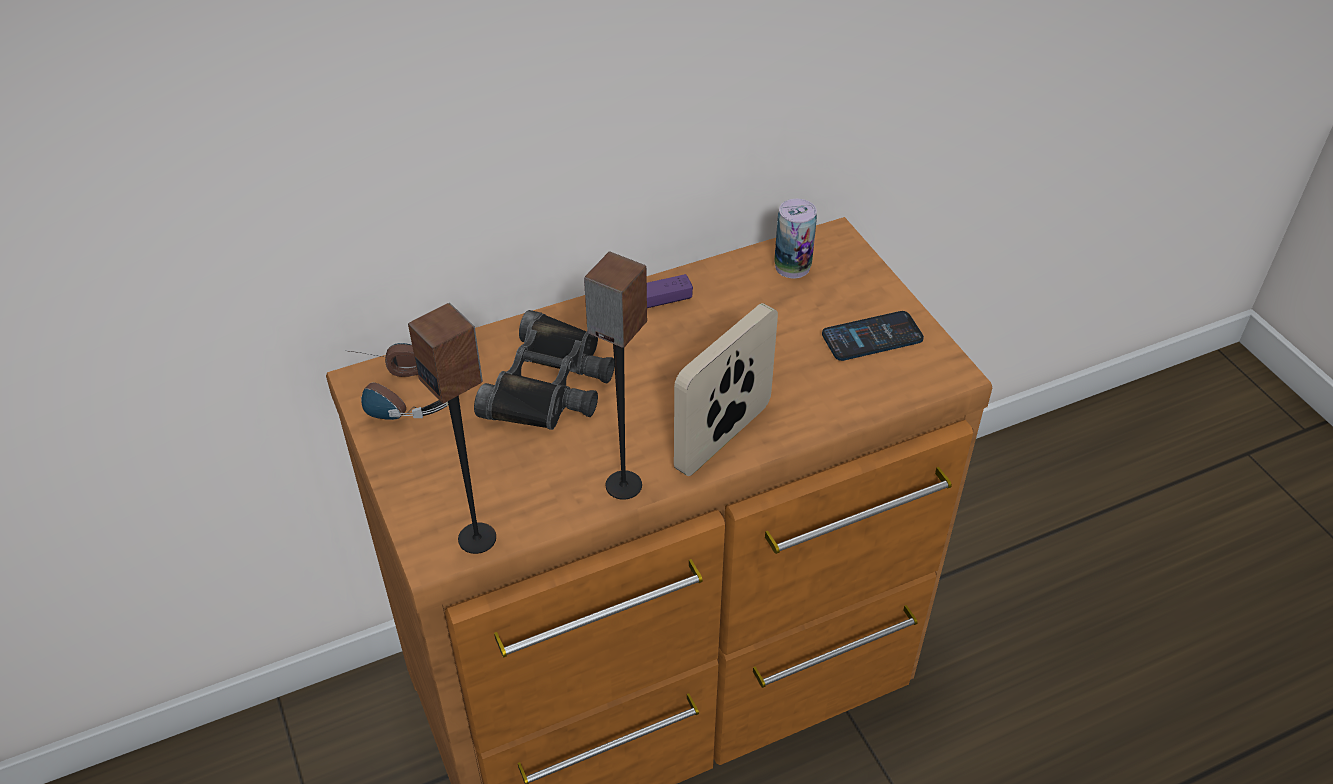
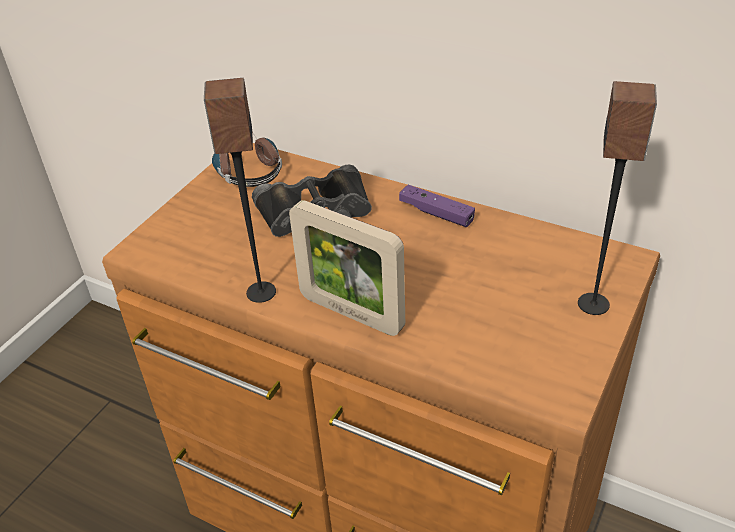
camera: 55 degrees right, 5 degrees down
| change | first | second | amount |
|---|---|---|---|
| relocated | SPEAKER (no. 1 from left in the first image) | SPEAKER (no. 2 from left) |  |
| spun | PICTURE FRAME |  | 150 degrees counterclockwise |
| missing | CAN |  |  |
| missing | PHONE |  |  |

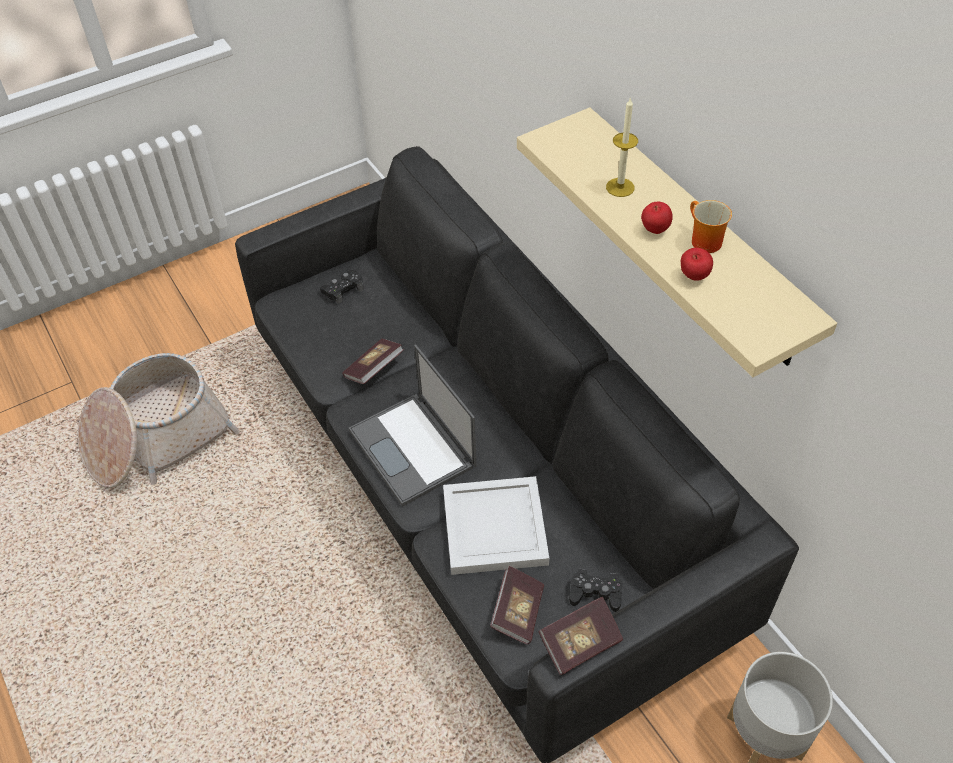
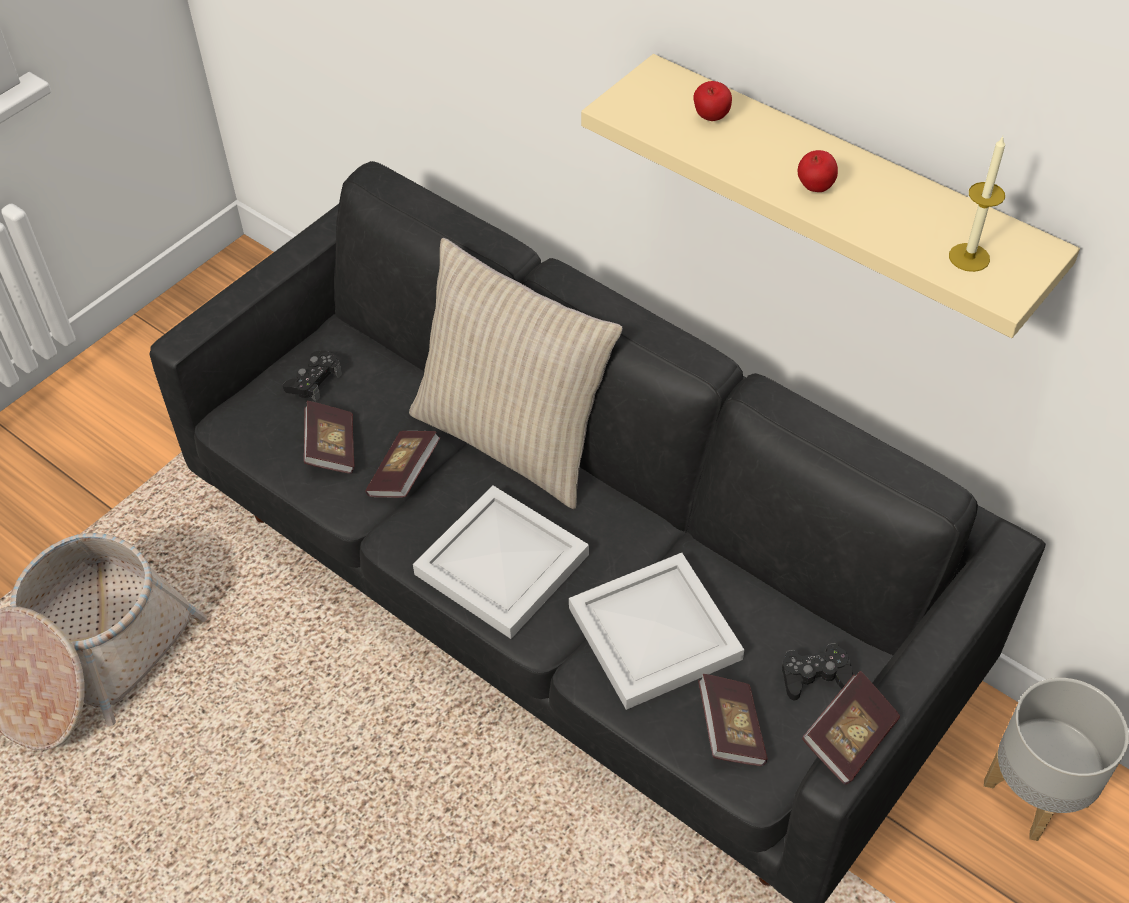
camera: 20 degrees left, 0 degrees up
| change | first | second | amount |
|---|---|---|---|
| exchanged | LAPTOP | WHITE TRAY (no. 1 from left) |  |
| relocated | CANDLE |  |  |
| relocated | APPLE (no. 2 from left in the first image) | APPLE (no. 1 from left) |  |
| missing | MUG |  |  |
| appeared |  | BOOK (no. 1 from left) |  |
| appeared |  | BEIGE PILLOW |  |

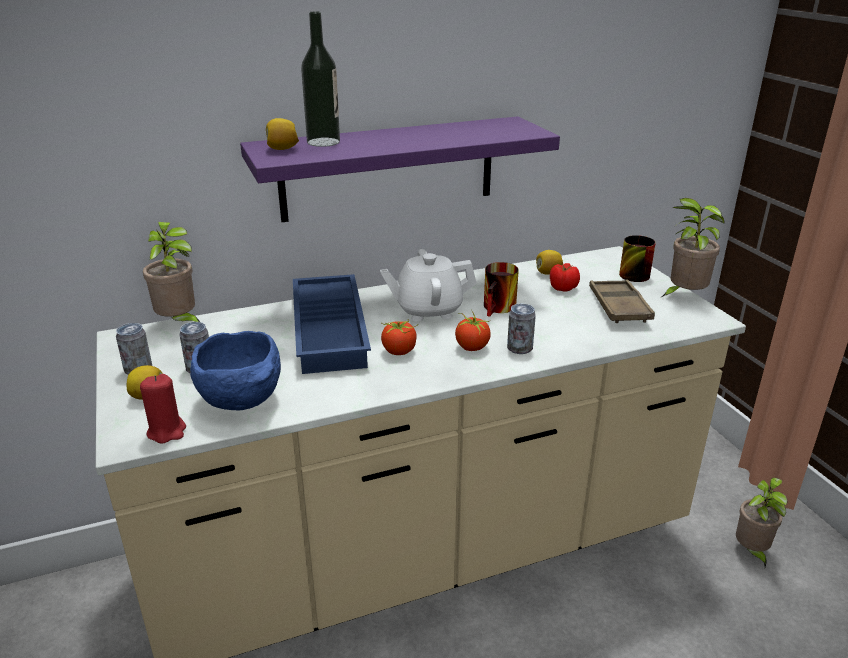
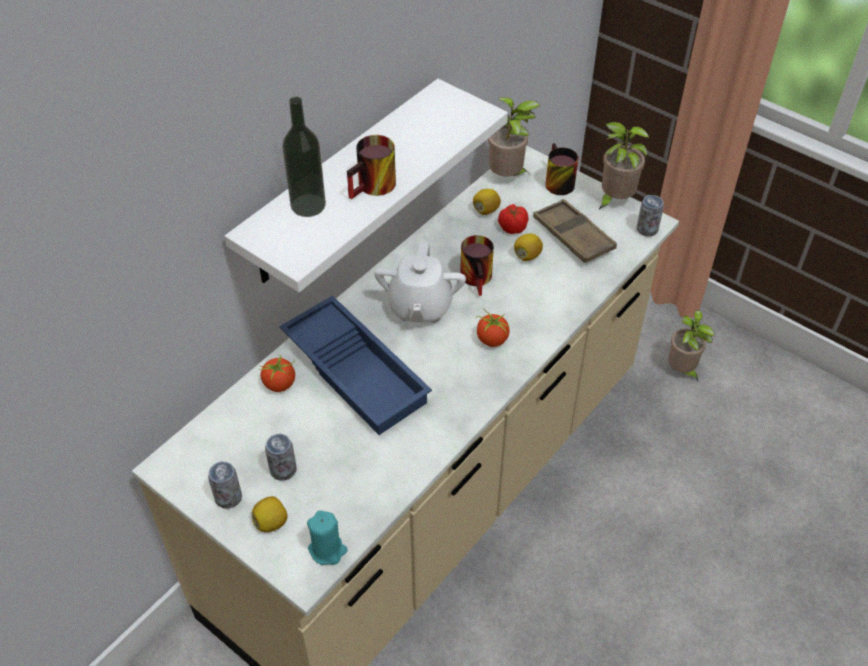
camera: 30 degrees left, 20 degrees up
| change | first | second | amount |
|---|---|---|---|
| colour | RED CANDLE | TURQUOISE CANDLE |  |
| relocated | POTTED PLANT (no. 1 from left) |  |  |
| missing | BLUE BOWL |  |  |
| colour | PURPLE SHELF | WHITE SHELF |  |
| relocated | LEMON (no. 2 from left in the first image) | LEMON (no. 3 from left) |  |
| spun | WHITE TEAPOT |  | 45 degrees counterclockwise |
| relocated | TOMATO (no. 1 from left) |  |  |
| relocated | CAN (no. 3 from left) |  |  |
| appeared |  | MUG (no. 1 from left) |  |

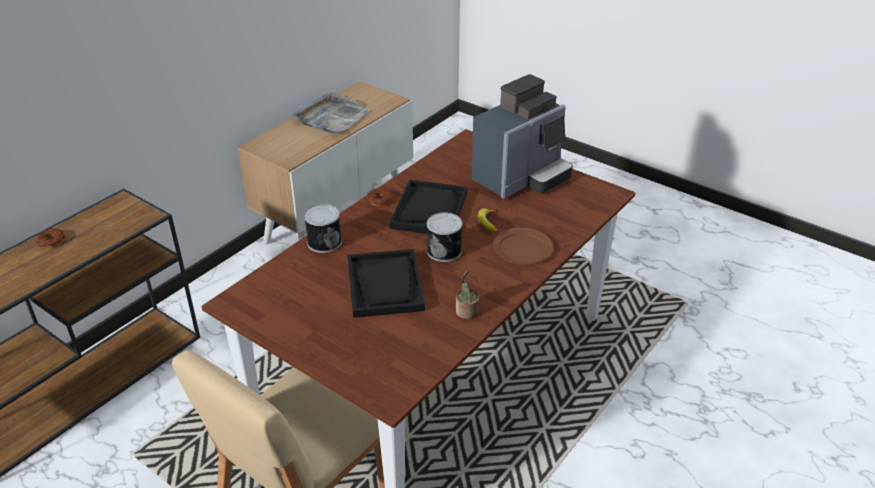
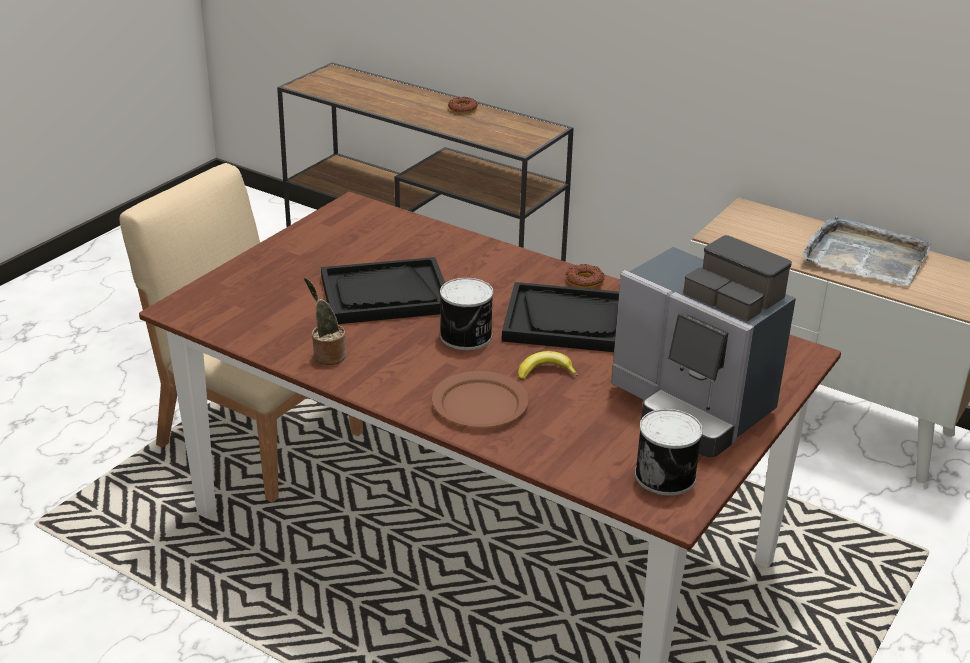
camera: 85 degrees right, 5 degrees down
| change | first | second | amount |
|---|---|---|---|
| relocated | CAN (no. 1 from left in the first image) | CAN (no. 2 from left) |  |

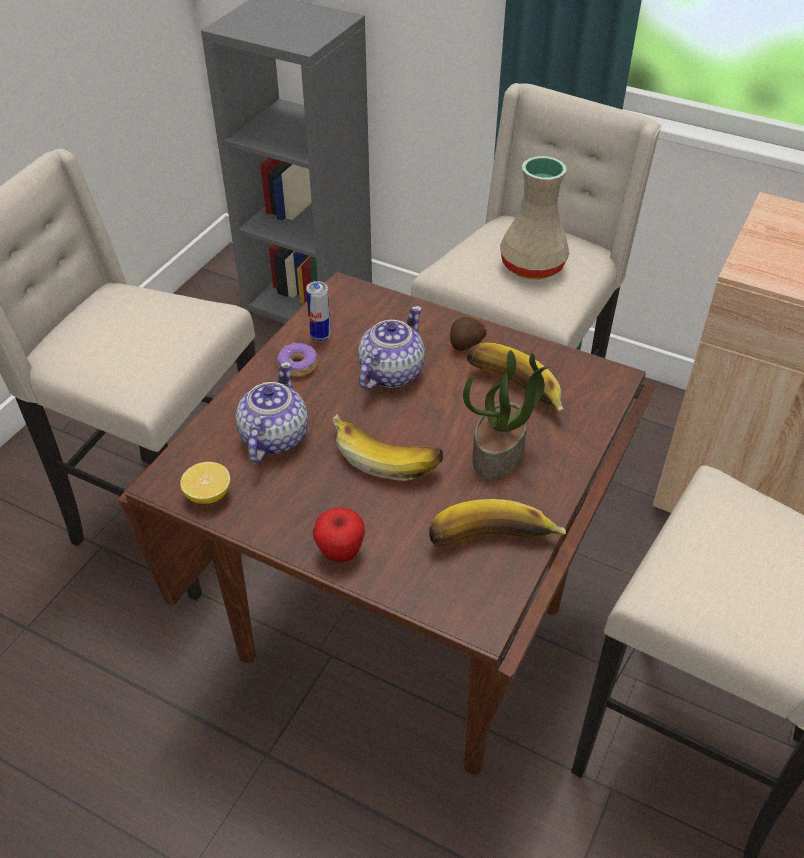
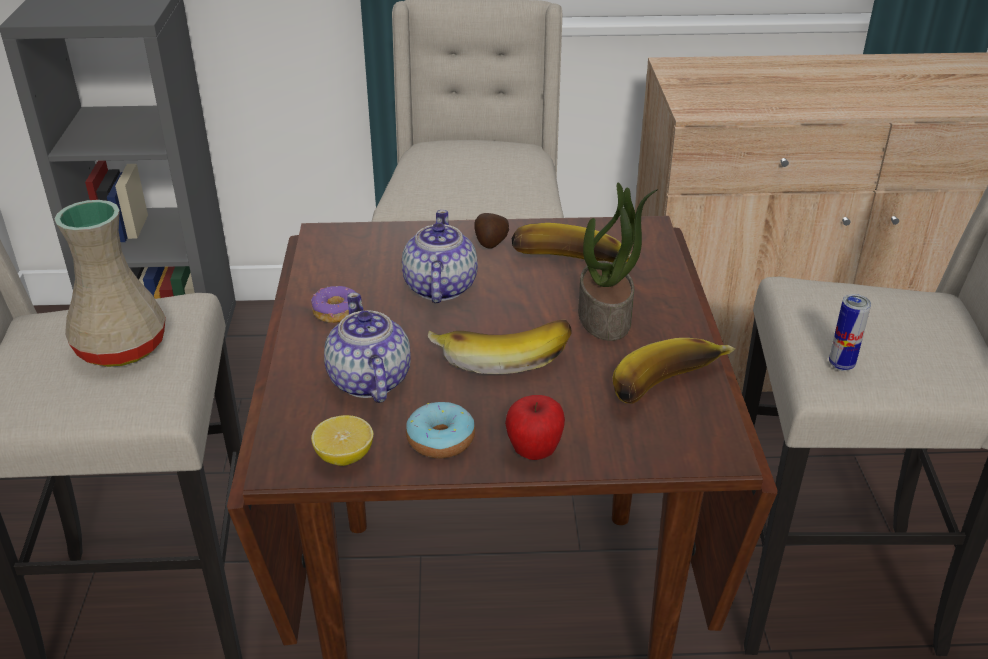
camera: 30 degrees left, 10 degrees down
| change | first | second | amount |
|---|---|---|---|
| relocated | CAN |  |  |
| relocated | BEIGE VASE |  |  |
| appeared |  | DONUT (no. 2 from left) |  |

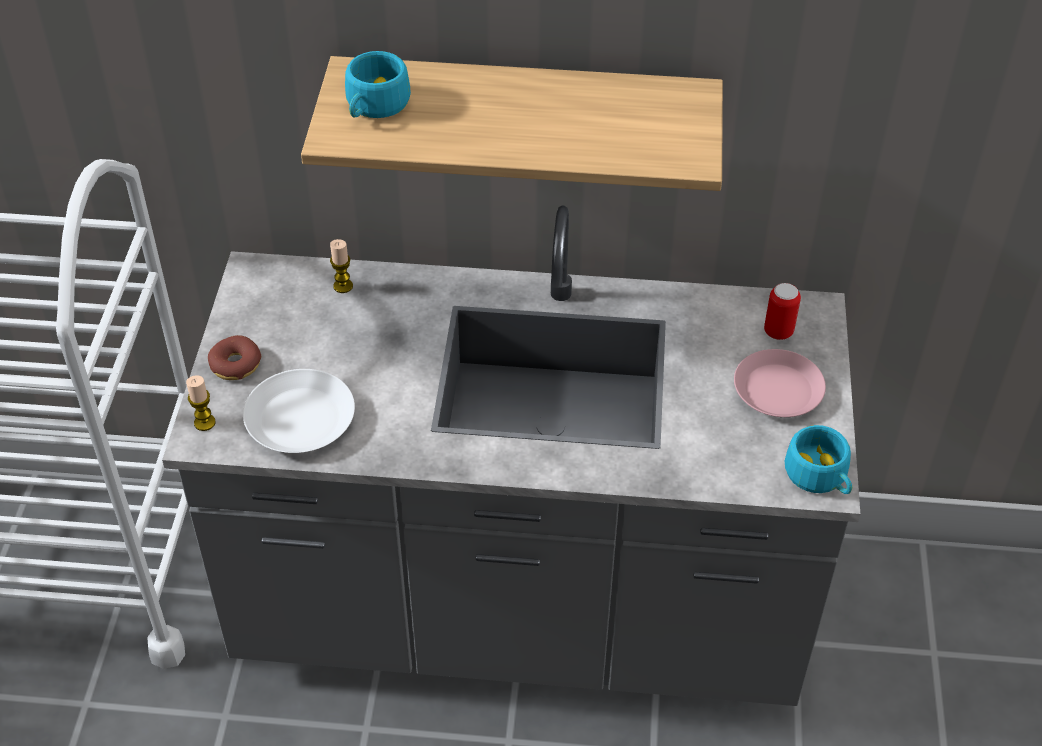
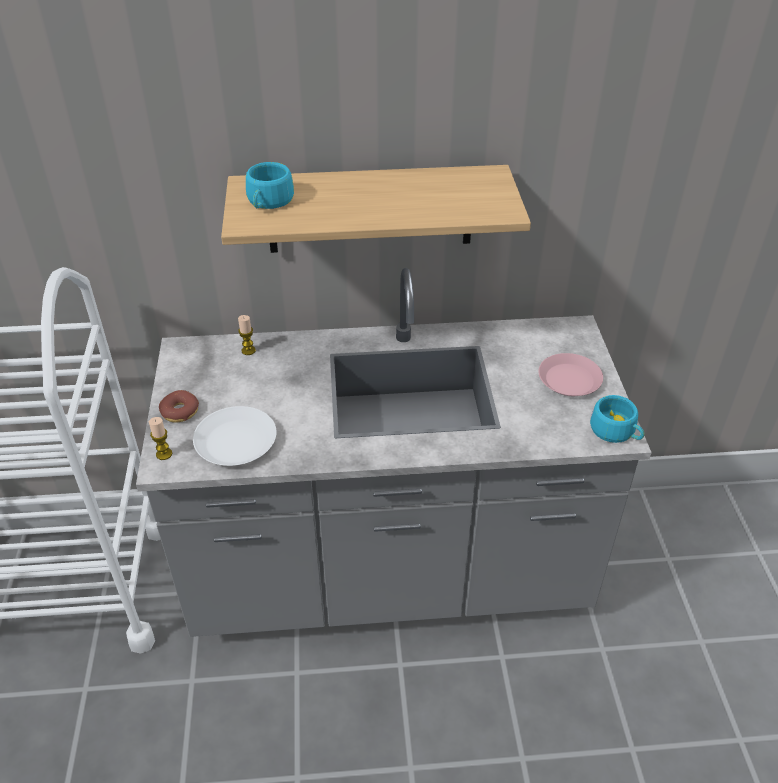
camera: 10 degrees left, 5 degrees down
| change | first | second | amount |
|---|---|---|---|
| missing | CAN |  |  |

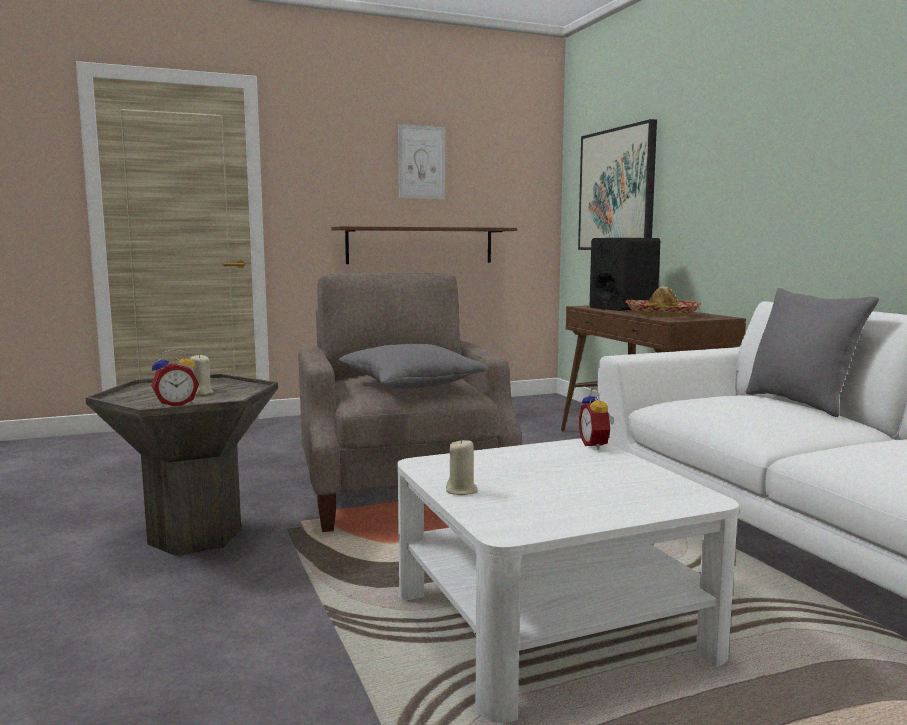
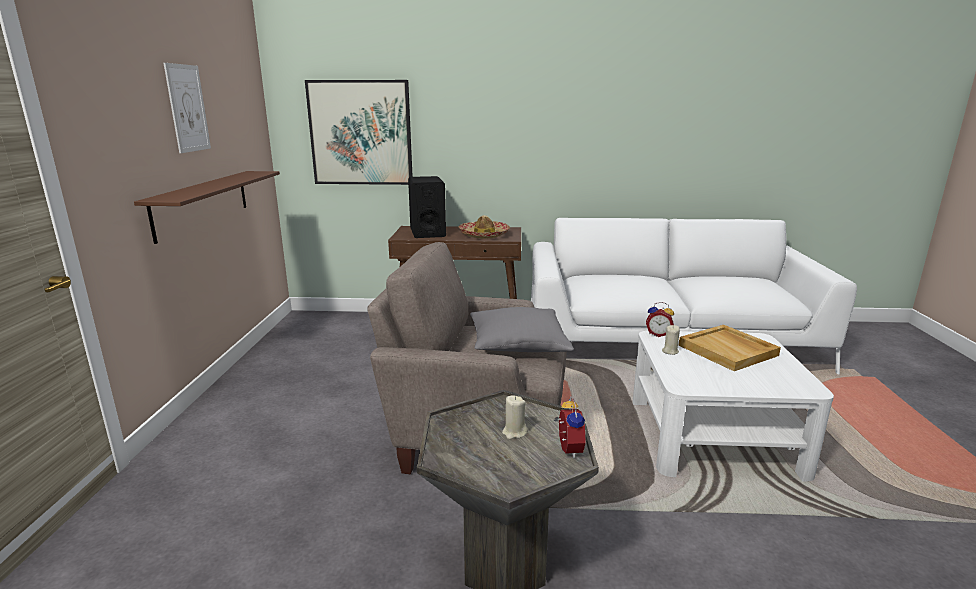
camera: 65 degrees left, 10 degrees up
| change | first | second | amount |
|---|---|---|---|
| relocated | BEIGE CANDLE (no. 2 from left) |  |  |
| missing | GREY PILLOW (no. 2 from left) |  |  |
| appeared |  | BEIGE TRAY |  |

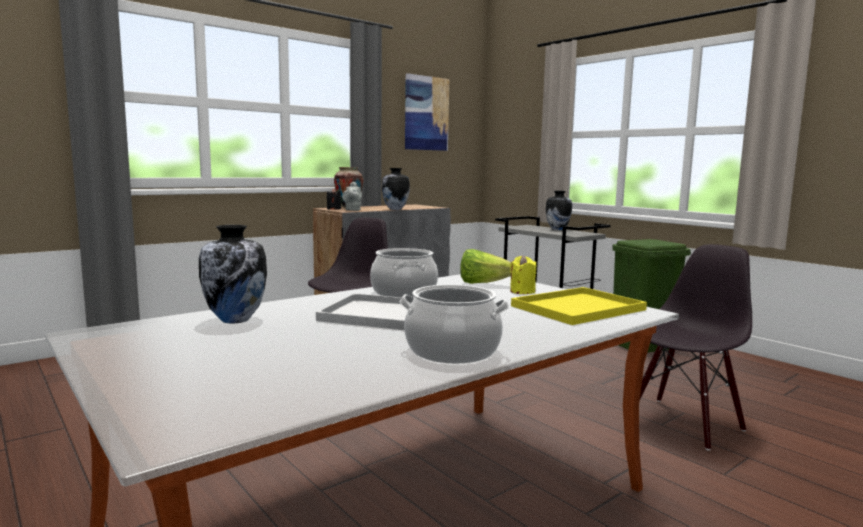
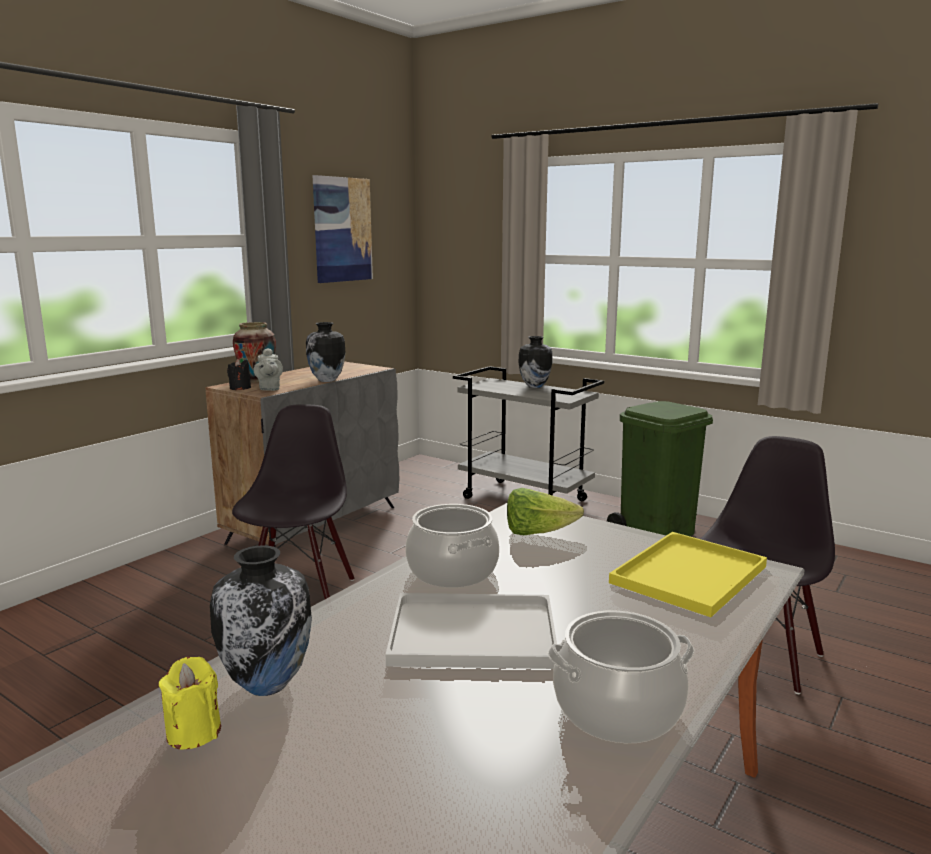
camera: 15 degrees left, 5 degrees up
| change | first | second | amount |
|---|---|---|---|
| relocated | YELLOW CANDLE |  |  |

